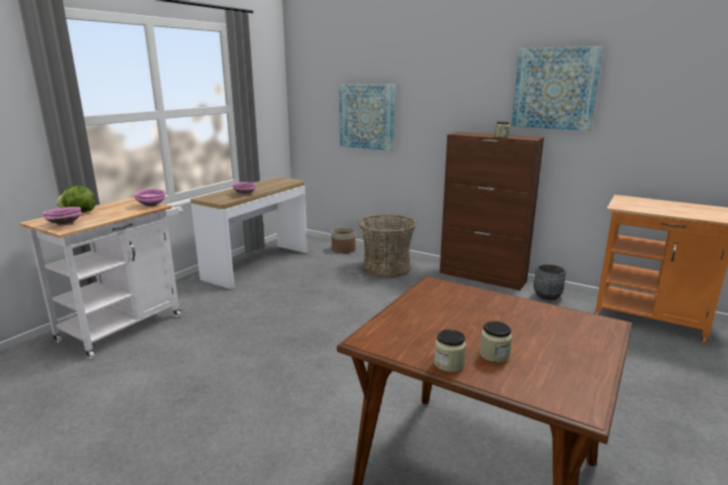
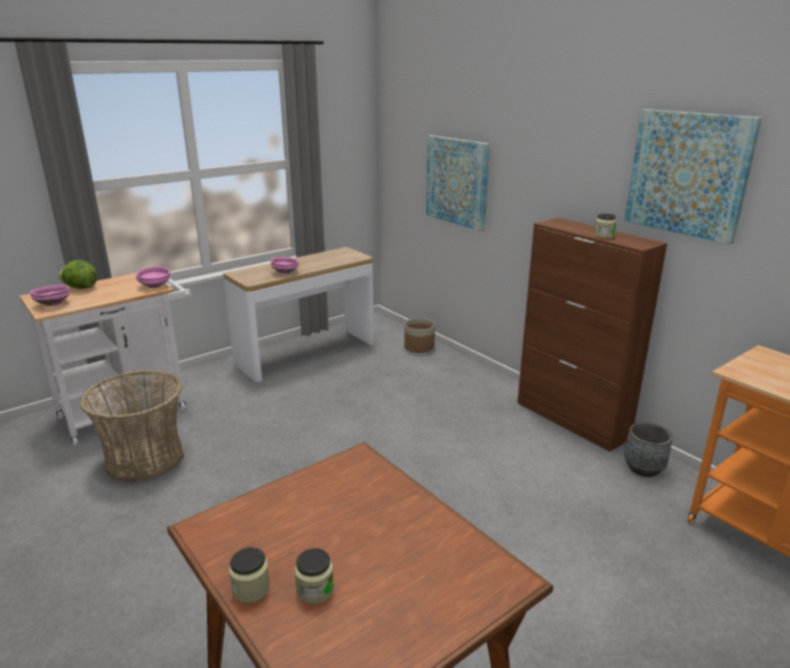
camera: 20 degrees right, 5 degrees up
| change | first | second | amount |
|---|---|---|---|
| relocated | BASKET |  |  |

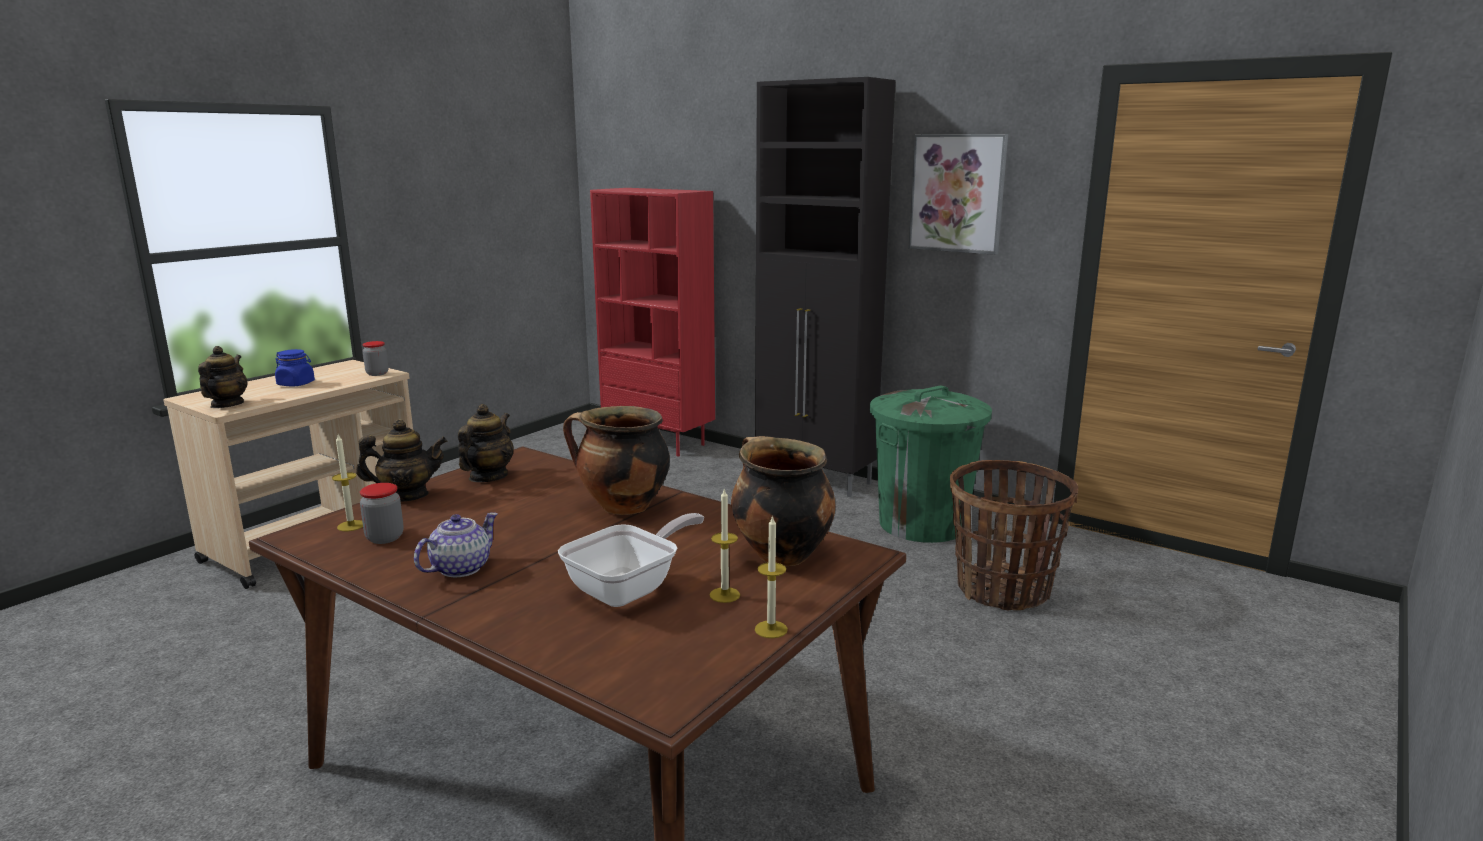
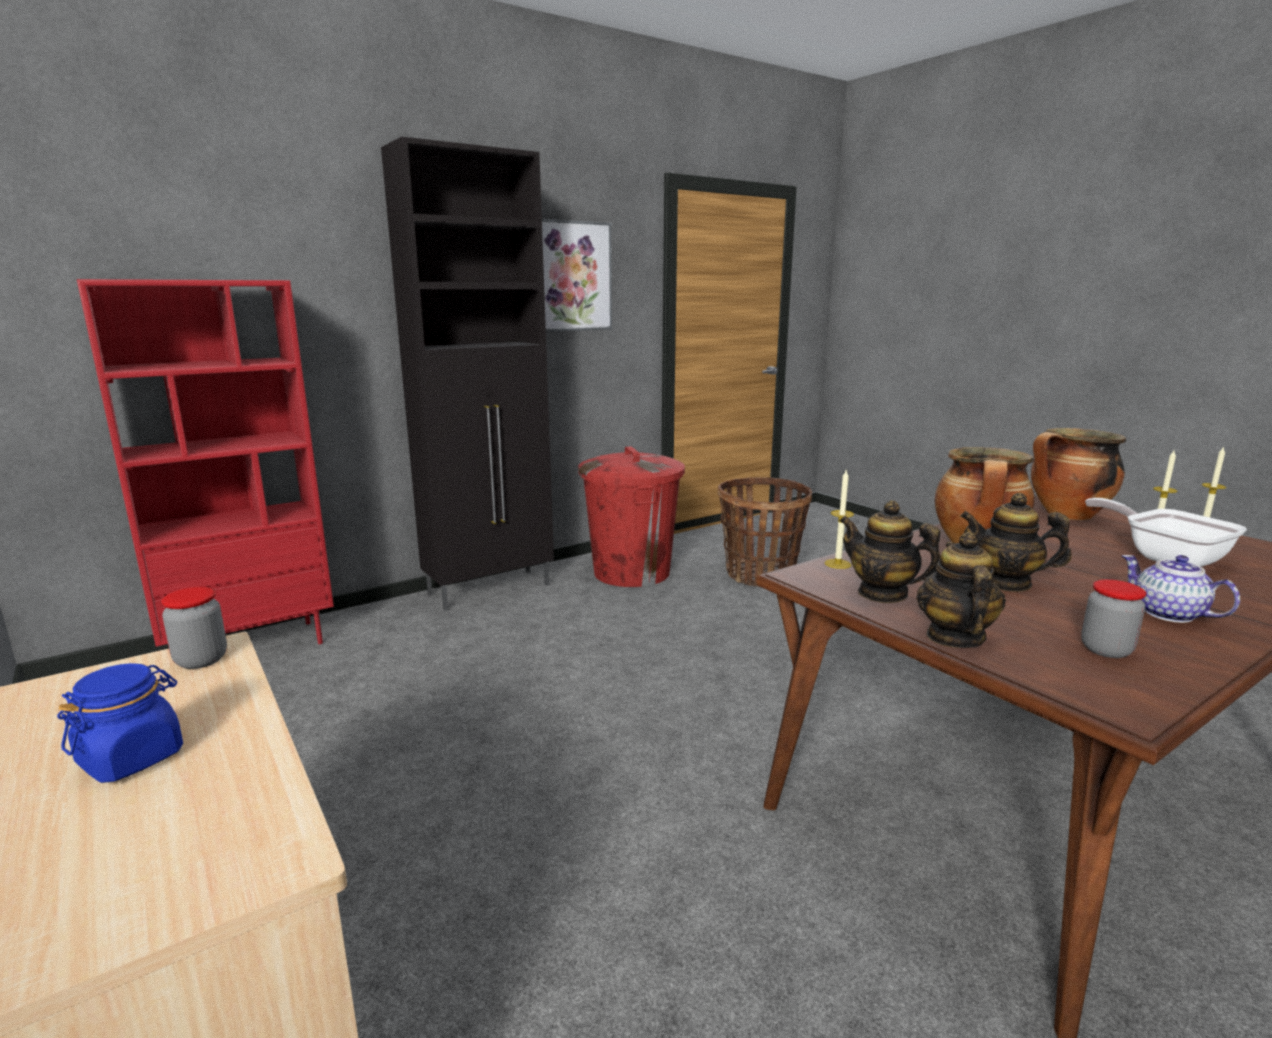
camera: 70 degrees left, 0 degrees up
| change | first | second | amount |
|---|---|---|---|
| relocated | TEAPOT (no. 1 from left in the first image) | TEAPOT (no. 3 from left) |  |
| relocated | CANDLE (no. 1 from left) |  |  |
| colour | GREEN TRASH CAN | RED TRASH CAN |  |

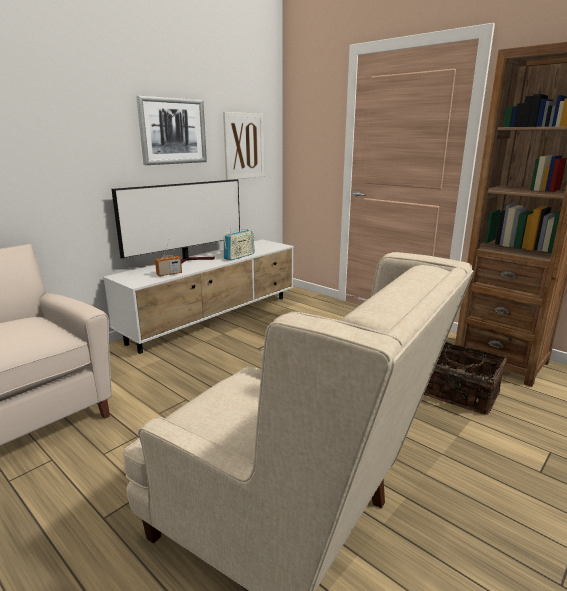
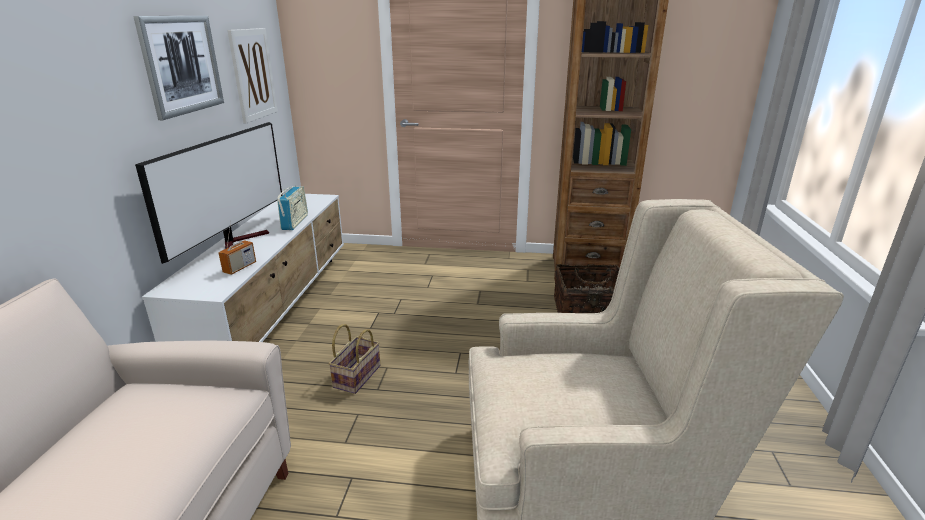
camera: 35 degrees left, 5 degrees up
| change | first | second | amount |
|---|---|---|---|
| appeared |  | BASKET (no. 1 from left) |  |

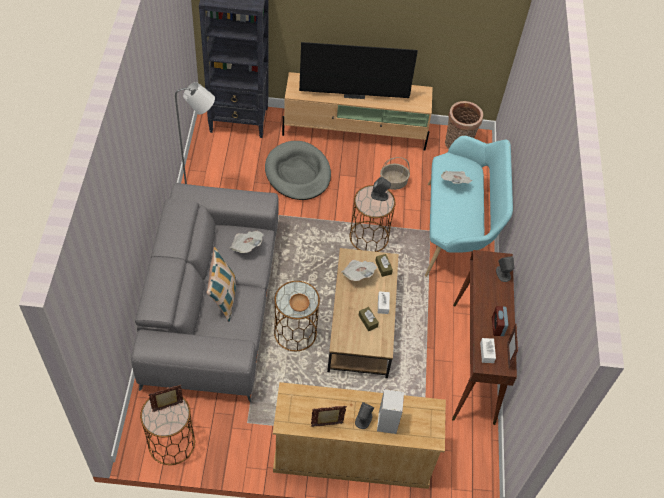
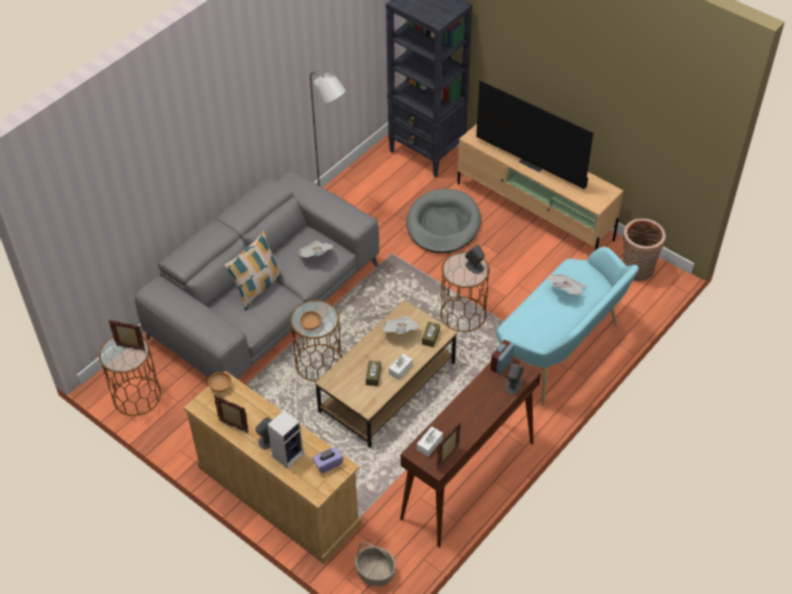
camera: 40 degrees right, 5 degrees down
| change | first | second | amount |
|---|---|---|---|
| relocated | BASKET (no. 1 from left) |  |  |
| relocated | ALARM CLOCK |  |  |
| appeared |  | BROWN BOWL (no. 1 from left) |  |
| appeared |  | PURPLE TISSUE BOX |  |

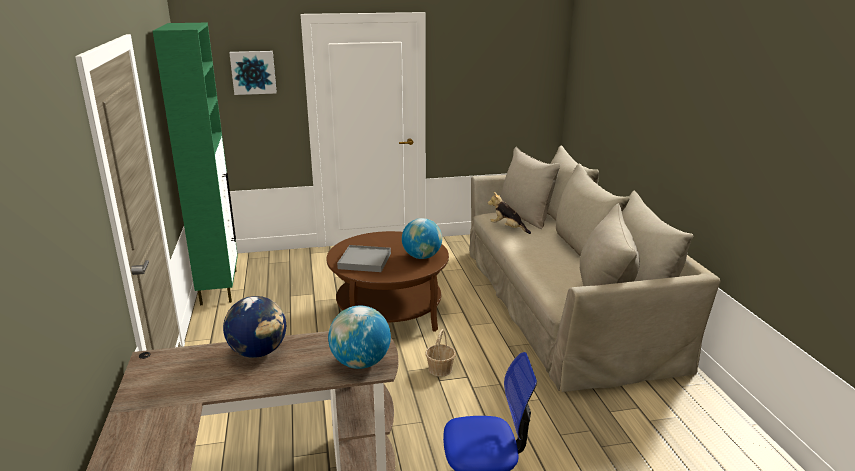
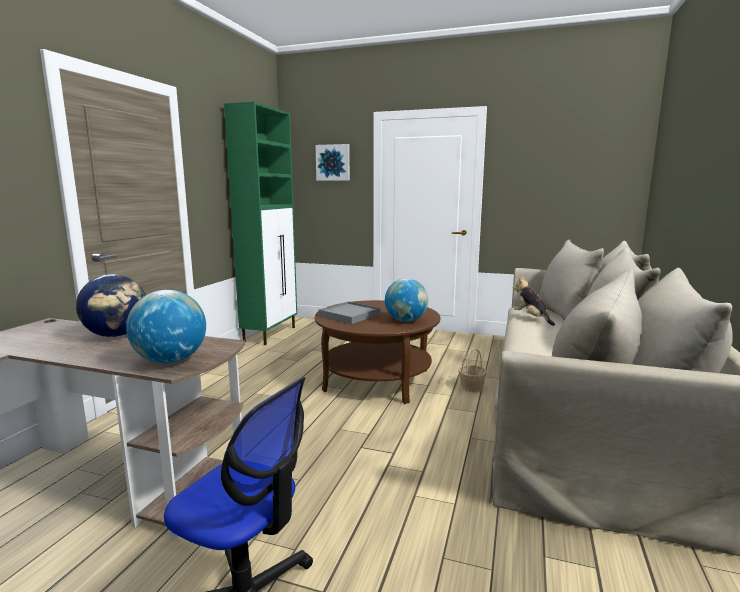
camera: 30 degrees right, 10 degrees down
| change | first | second | amount |
|---|---|---|---|
| relocated | BASKET |  |  |

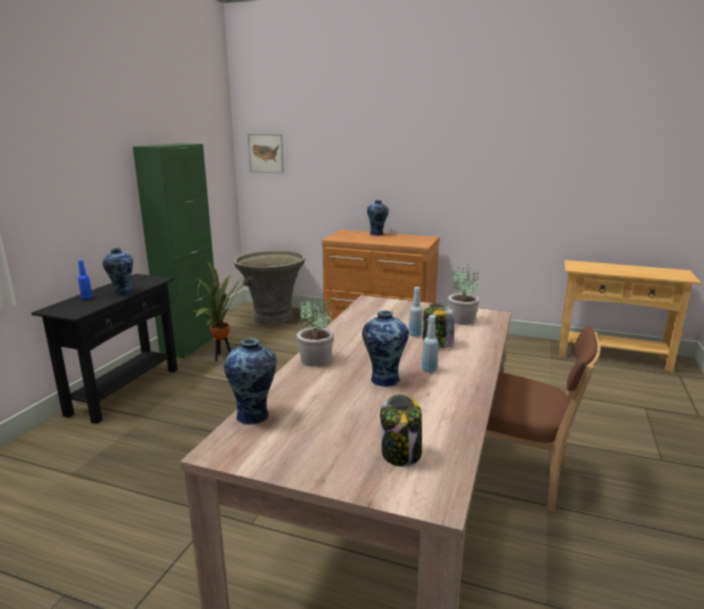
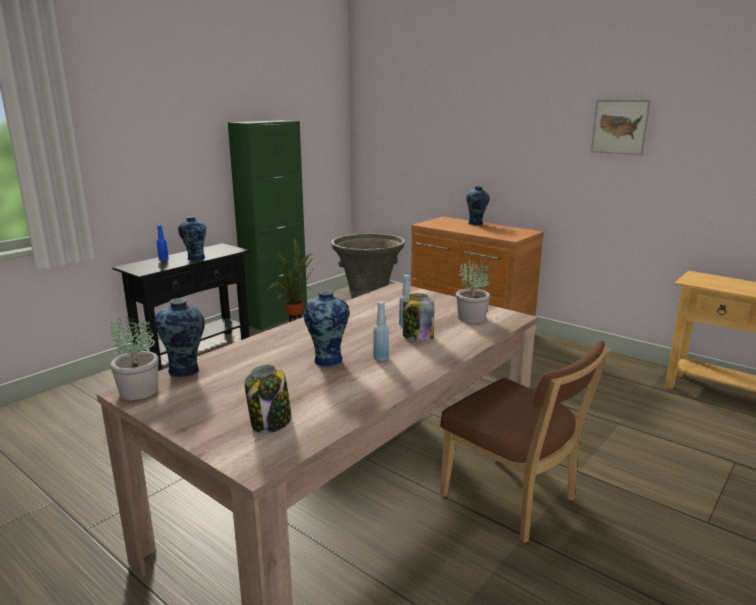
camera: 20 degrees right, 0 degrees up
| change | first | second | amount |
|---|---|---|---|
| relocated | PICTURE |  |  |
| relocated | POTTED PLANT (no. 2 from left in the first image) | POTTED PLANT (no. 1 from left) |  |

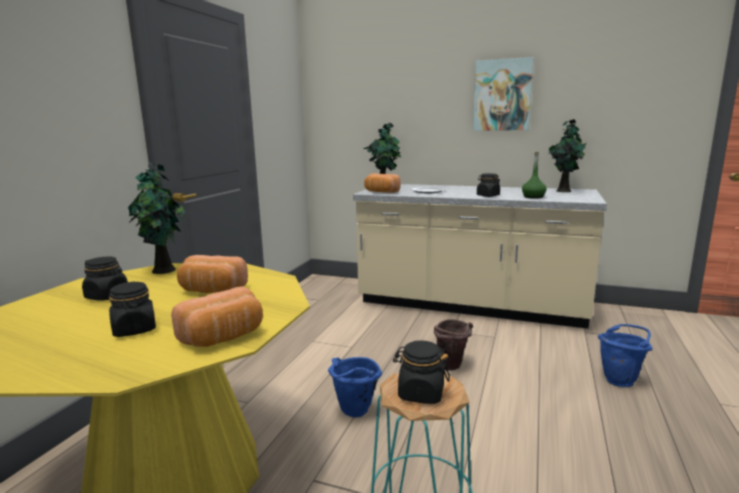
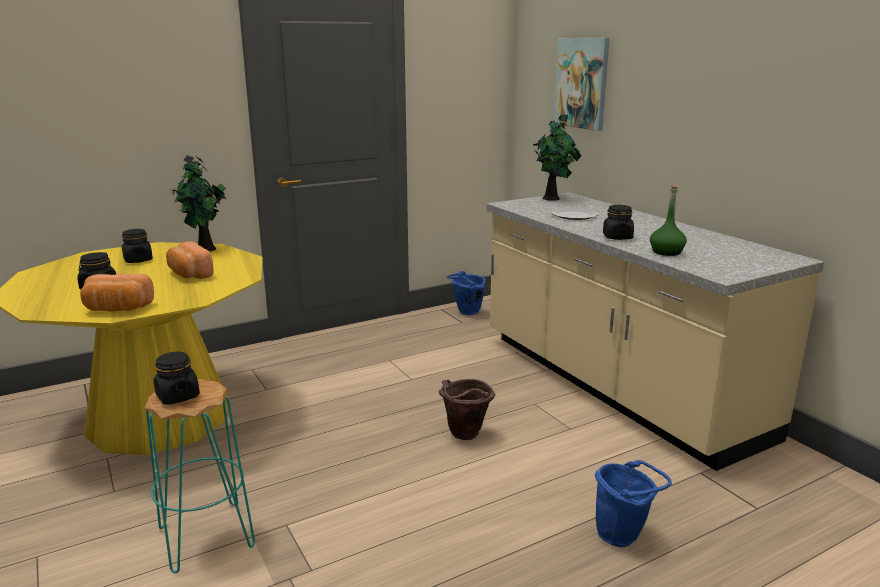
camera: 40 degrees right, 5 degrees up
| change | first | second | amount |
|---|---|---|---|
| relocated | BLUE BUCKET (no. 1 from left) |  |  |
| missing | BREAD (no. 3 from left) |  |  |
| relocated | PICTURE |  |  |
| missing | POTTED PLANT (no. 3 from left) |  |  |

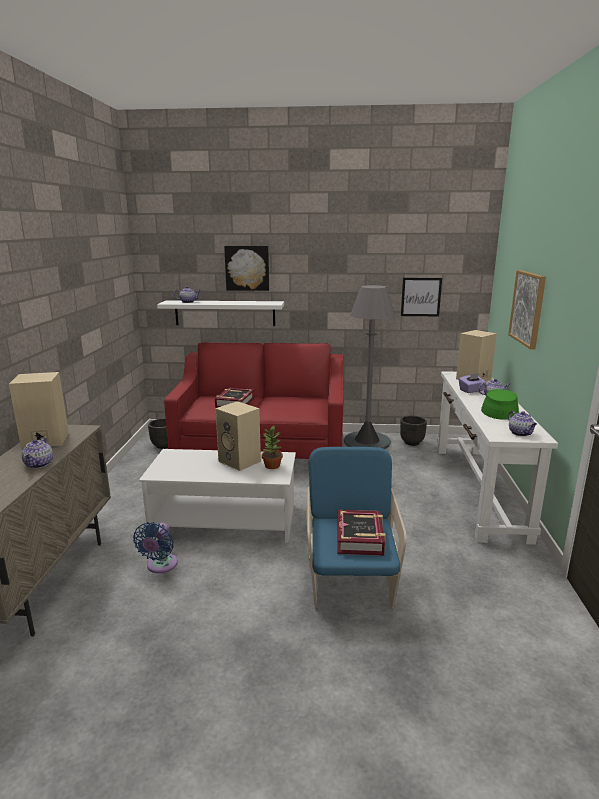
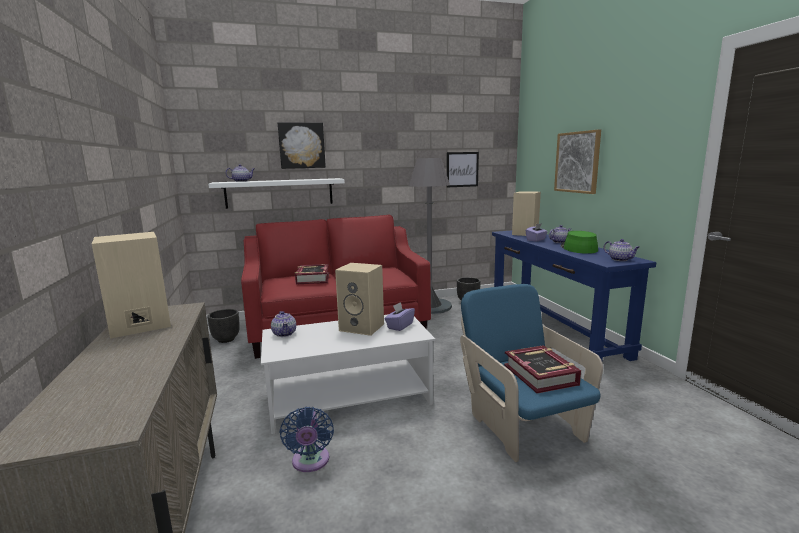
camera: 20 degrees left, 5 degrees down
| change | first | second | amount |
|---|---|---|---|
| relocated | TEAPOT (no. 1 from left in the first image) | TEAPOT (no. 2 from left) |  |
| exchanged | POTTED PLANT | PURPLE TISSUE BOX (no. 1 from left) |  |
| colour | WHITE CONSOLE TABLE | BLUE CONSOLE TABLE |  |

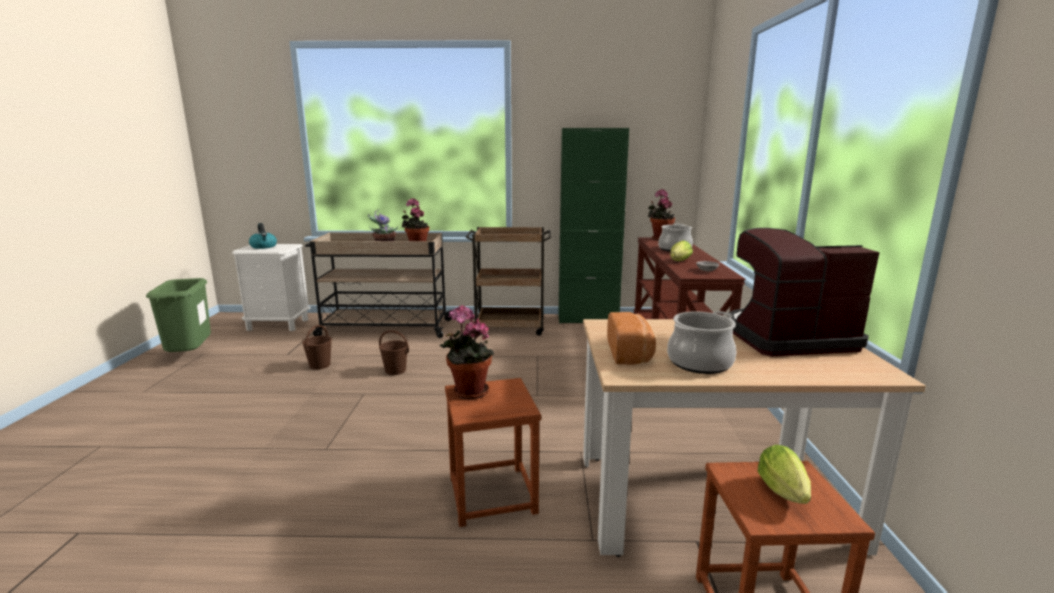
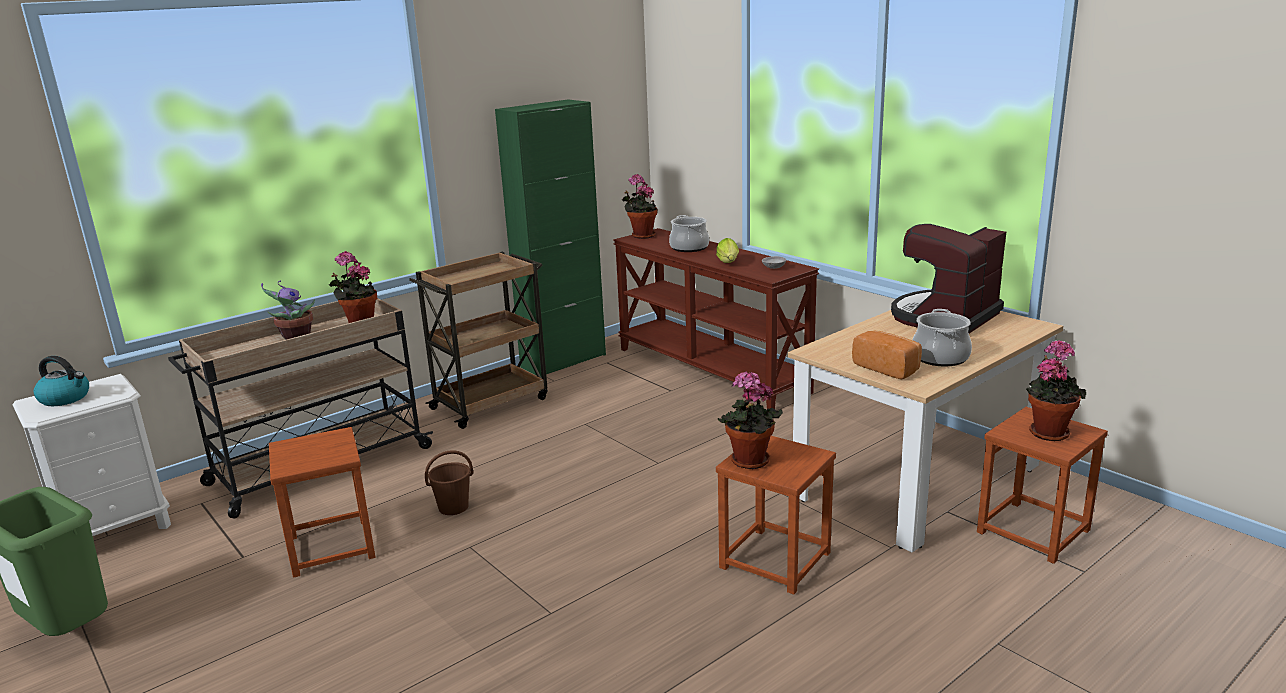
camera: 40 degrees left, 5 degrees up
| change | first | second | amount |
|---|---|---|---|
| exchanged | BROWN BUCKET (no. 1 from left) | BROWN STOOL (no. 1 from left) |  |
| exchanged | LETTUCE (no. 2 from left) | POTTED PLANT (no. 5 from left) |  |

